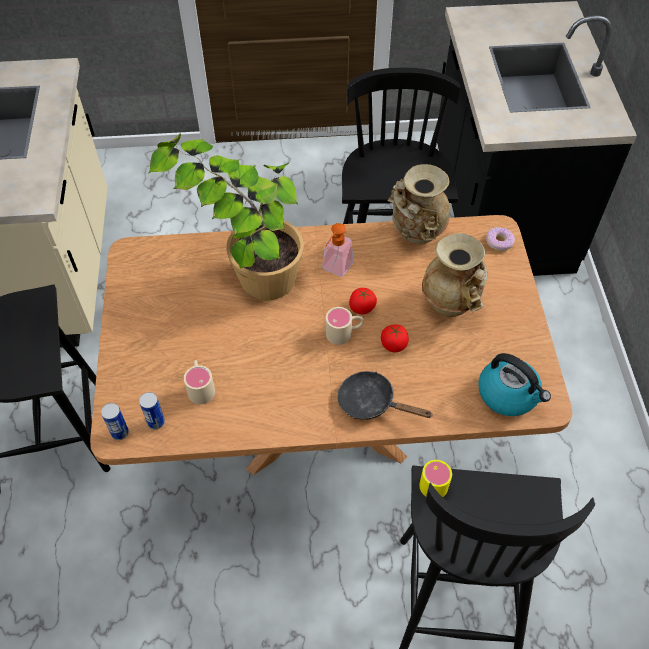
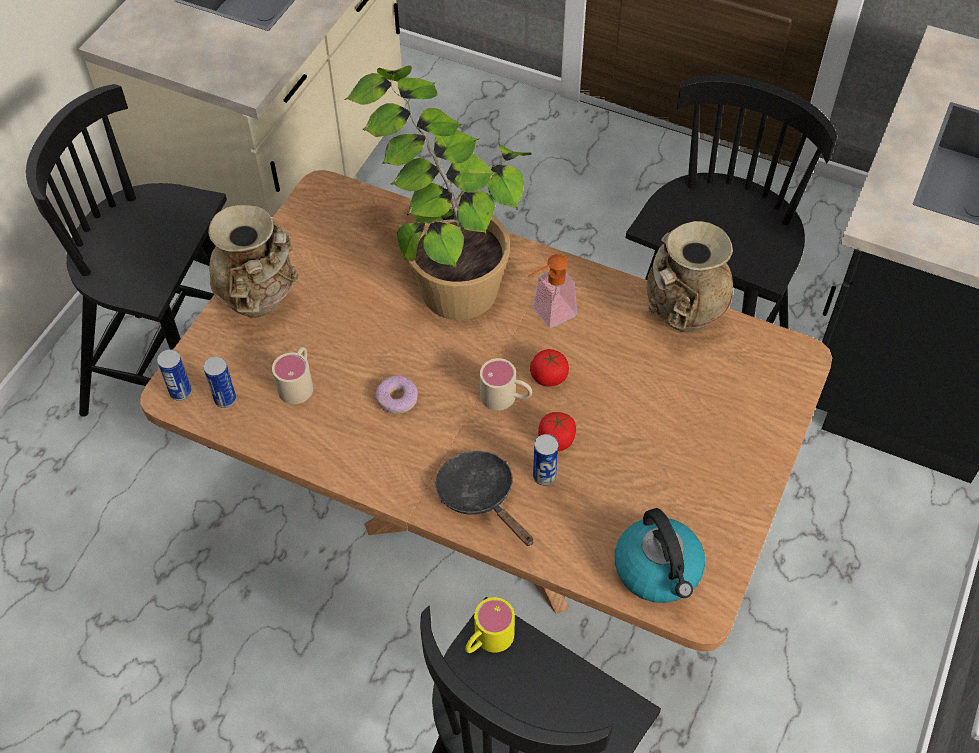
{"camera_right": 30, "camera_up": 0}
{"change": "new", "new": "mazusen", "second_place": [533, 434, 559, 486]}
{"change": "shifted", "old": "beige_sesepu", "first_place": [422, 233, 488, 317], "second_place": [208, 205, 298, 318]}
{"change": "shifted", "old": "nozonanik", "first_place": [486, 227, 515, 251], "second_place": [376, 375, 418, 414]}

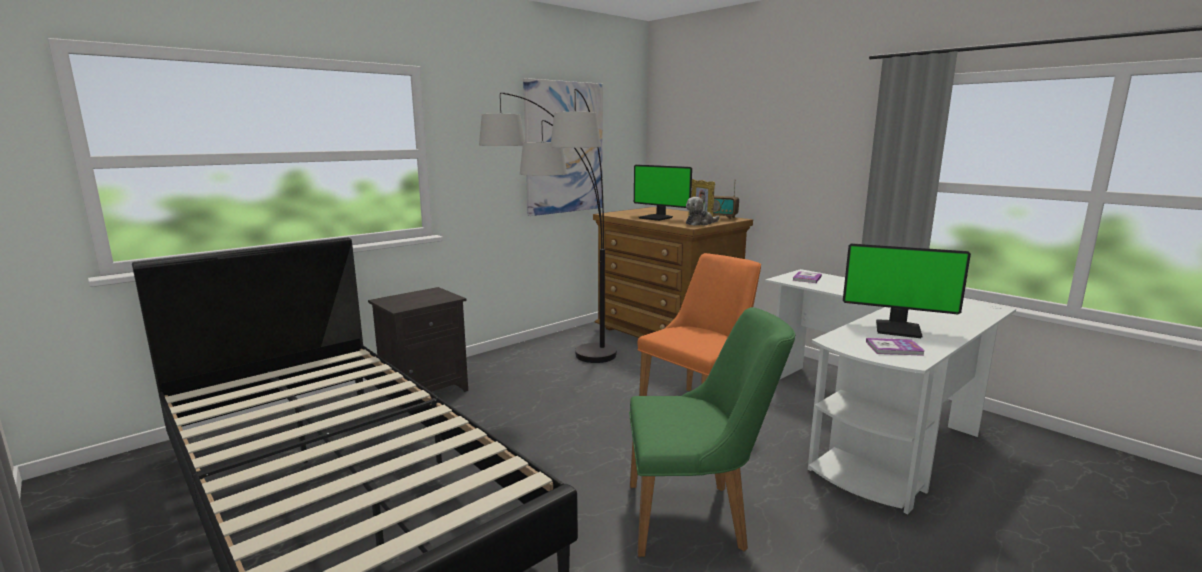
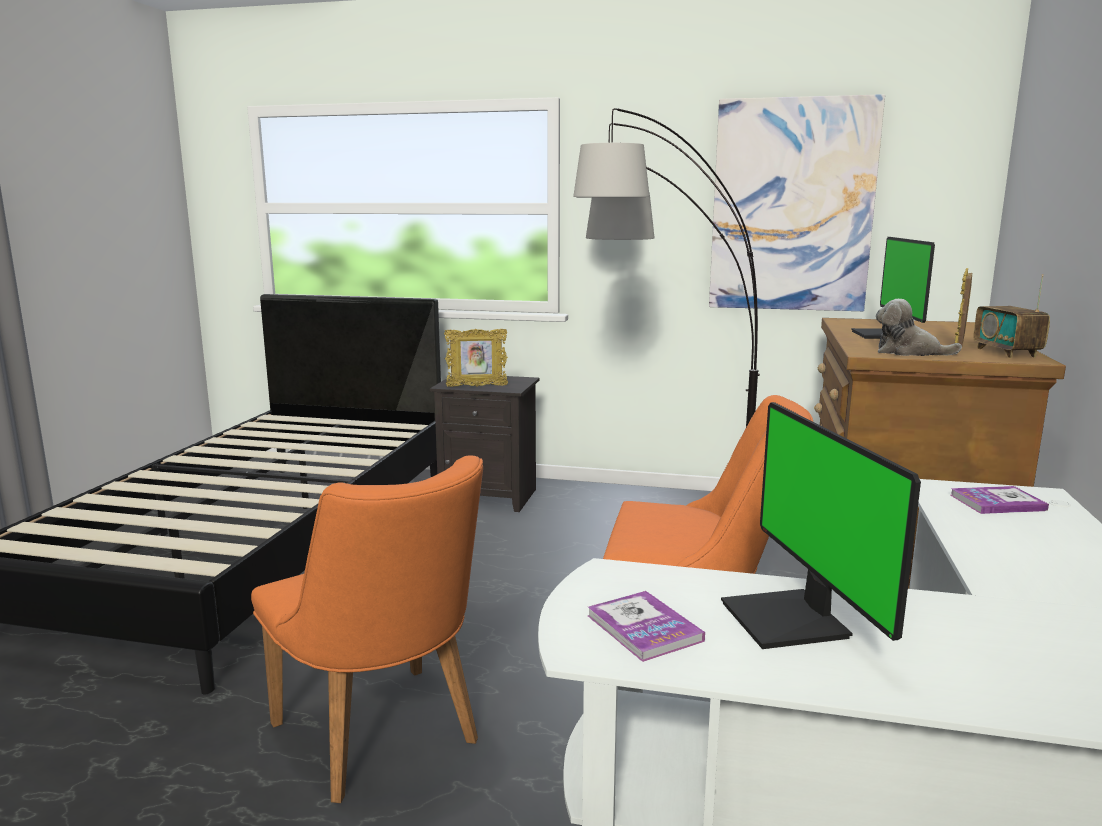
{"camera_right": 55, "camera_up": 0}
{"change": "new", "new": "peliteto", "second_place": [444, 329, 508, 387]}
{"change": "repainted", "old": "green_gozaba", "new": "orange_gozaba", "first_place": [629, 307, 795, 557], "second_place": [251, 455, 483, 803]}

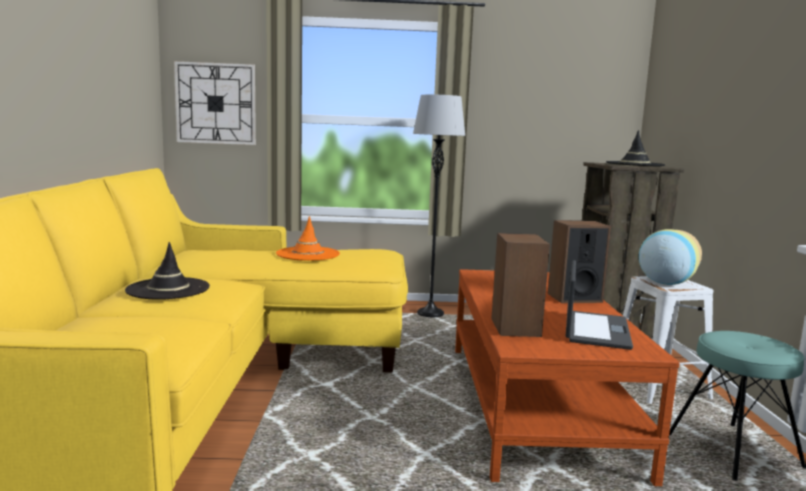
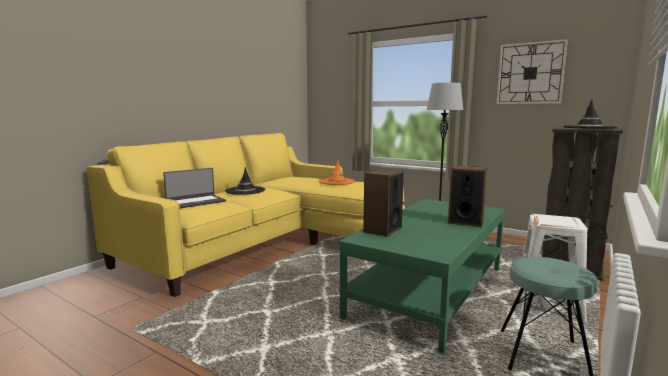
{"camera_right": 35, "camera_up": 0}
{"change": "gone", "old": "sesepu", "first_place": [639, 229, 702, 285]}
{"change": "shifted", "old": "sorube", "first_place": [174, 61, 256, 145], "second_place": [496, 39, 568, 104]}
{"change": "shifted", "old": "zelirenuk", "first_place": [566, 260, 633, 350], "second_place": [163, 168, 226, 208]}
{"change": "repainted", "old": "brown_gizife", "new": "green_gizife", "first_place": [455, 269, 680, 486], "second_place": [339, 199, 505, 354]}

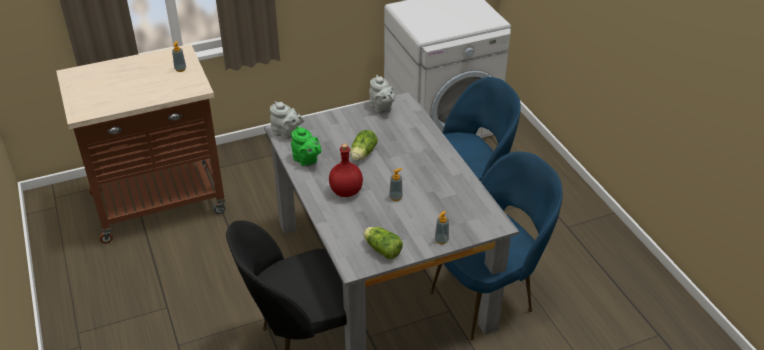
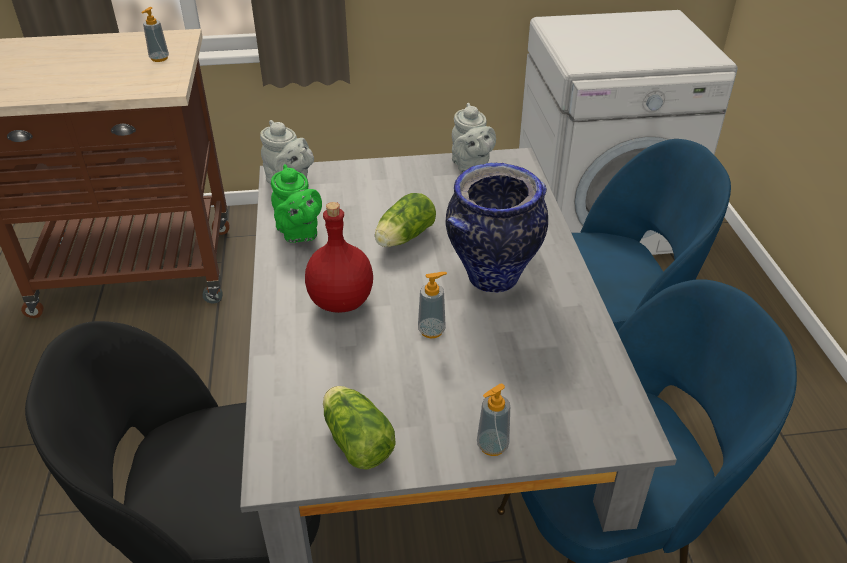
{"camera_right": 15, "camera_up": 0}
{"change": "new", "new": "sesepu", "second_place": [446, 163, 548, 293]}

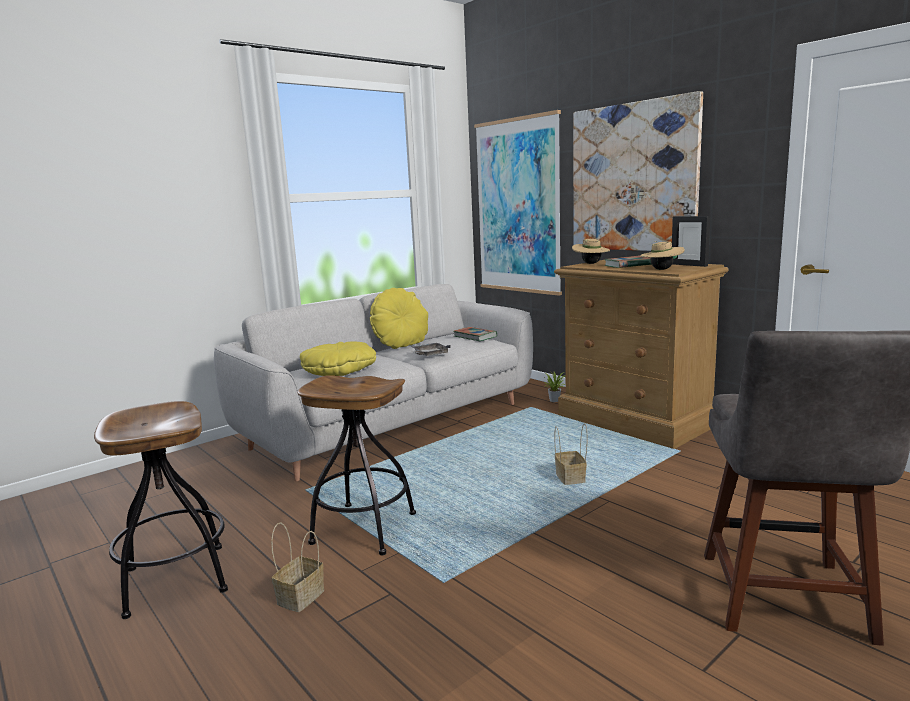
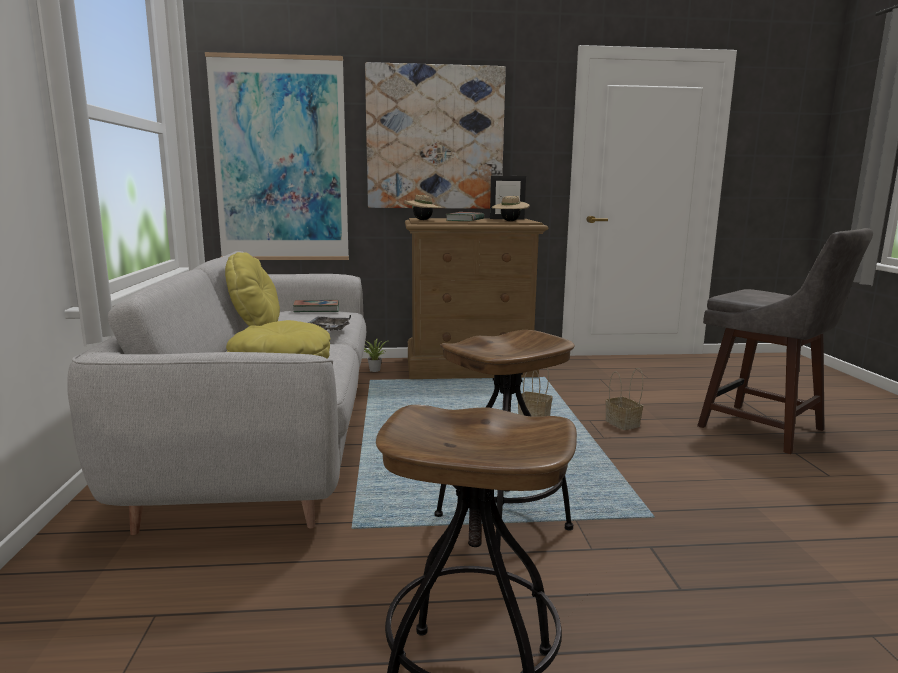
{"camera_right": -55, "camera_up": 0}
{"change": "shifted", "old": "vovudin", "first_place": [271, 522, 324, 612], "second_place": [605, 368, 643, 430]}

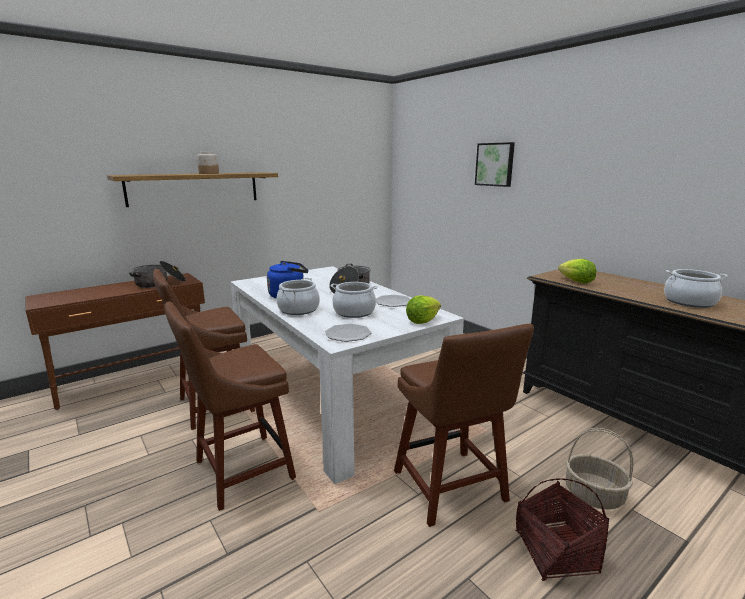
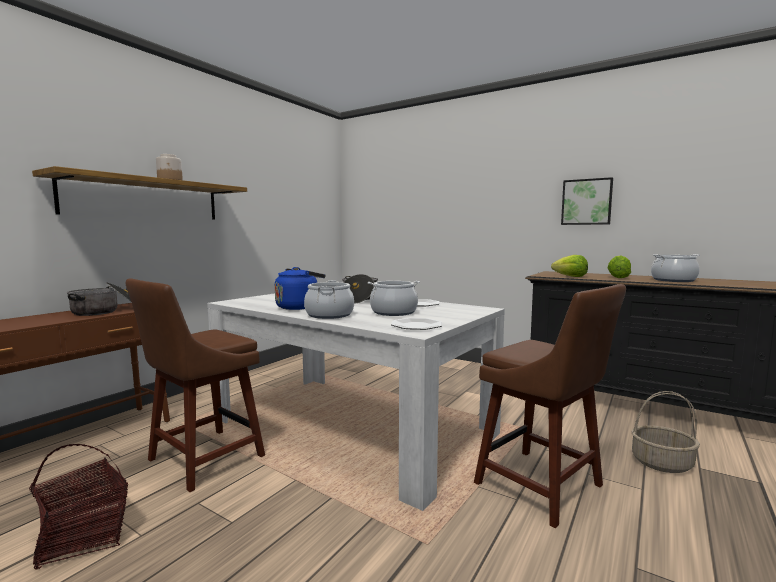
{"camera_right": -20, "camera_up": -10}
{"change": "gone", "old": "brown_gozaba", "first_place": [164, 301, 296, 511]}
{"change": "shifted", "old": "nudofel", "first_place": [406, 296, 441, 324], "second_place": [608, 255, 631, 278]}
{"change": "shifted", "old": "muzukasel", "first_place": [475, 142, 515, 187], "second_place": [561, 177, 613, 225]}
{"change": "shifted", "old": "vovudin", "first_place": [516, 478, 609, 581], "second_place": [29, 444, 128, 570]}

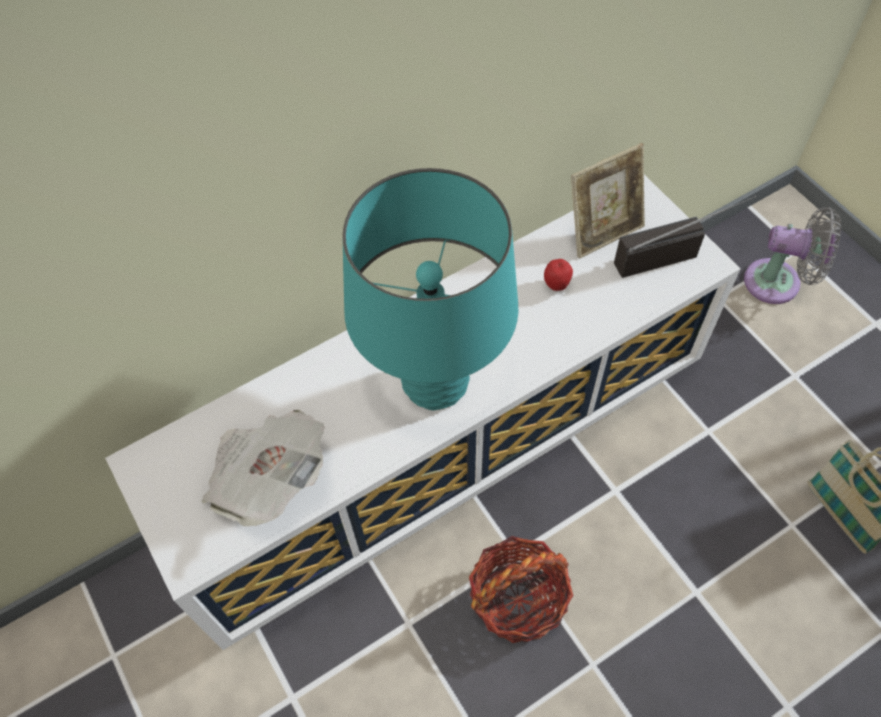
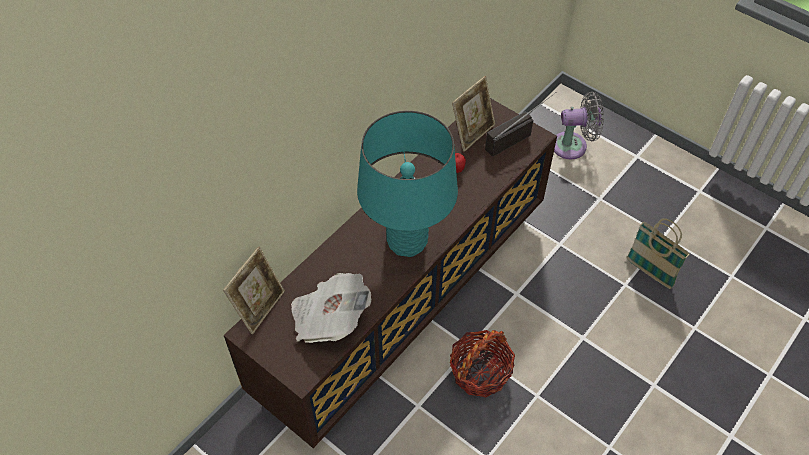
{"camera_right": -20, "camera_up": -5}
{"change": "new", "new": "peliteto", "second_place": [223, 246, 285, 334]}
{"change": "repainted", "old": "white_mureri", "new": "brown_mureri", "first_place": [105, 174, 741, 650], "second_place": [224, 98, 557, 448]}

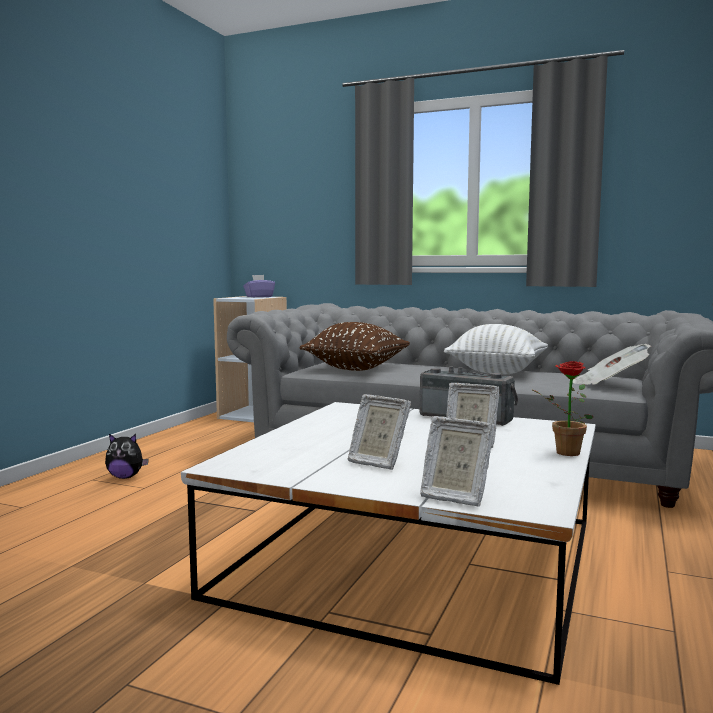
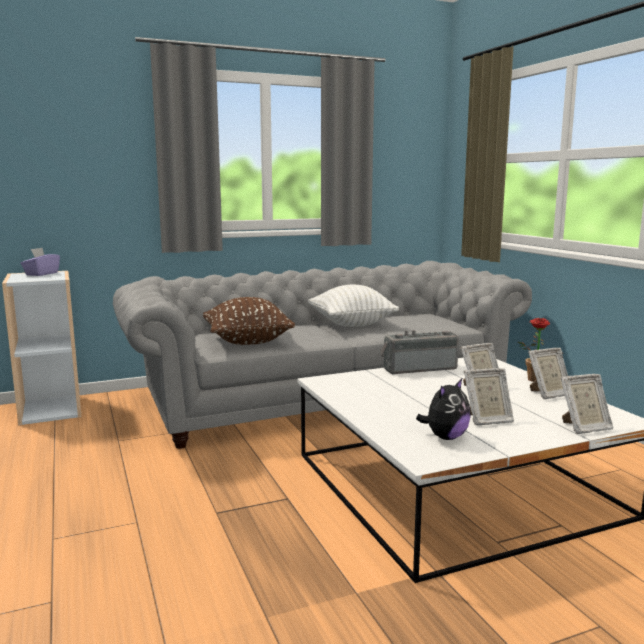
{"camera_right": -45, "camera_up": 5}
{"change": "gone", "old": "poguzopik", "first_place": [572, 344, 651, 385]}
{"change": "new", "new": "peliteto", "second_place": [528, 348, 568, 399]}
{"change": "shifted", "old": "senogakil", "first_place": [105, 434, 149, 479], "second_place": [416, 379, 471, 440]}

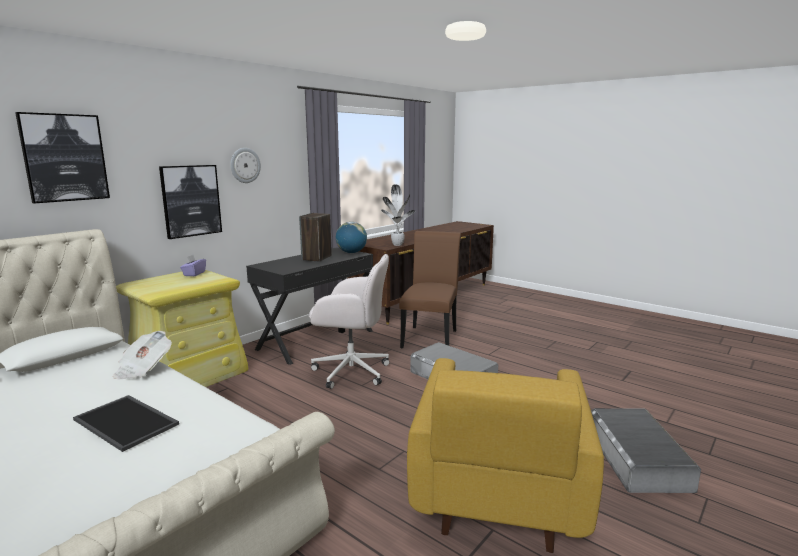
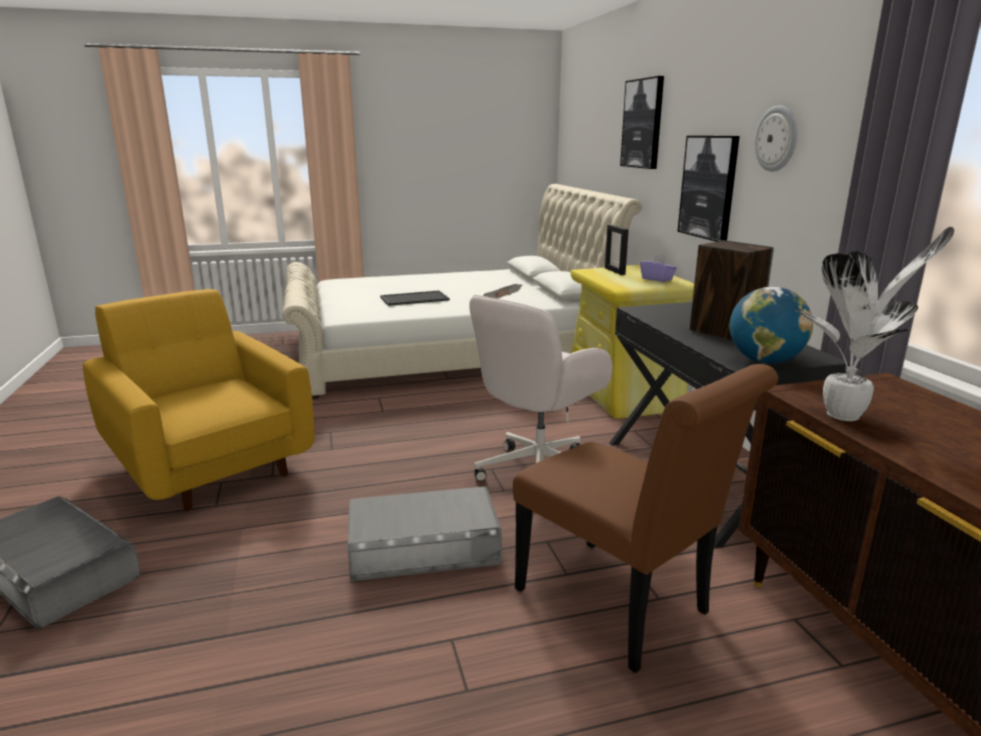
{"camera_right": 125, "camera_up": 5}
{"change": "new", "new": "peliteto", "second_place": [605, 225, 629, 275]}

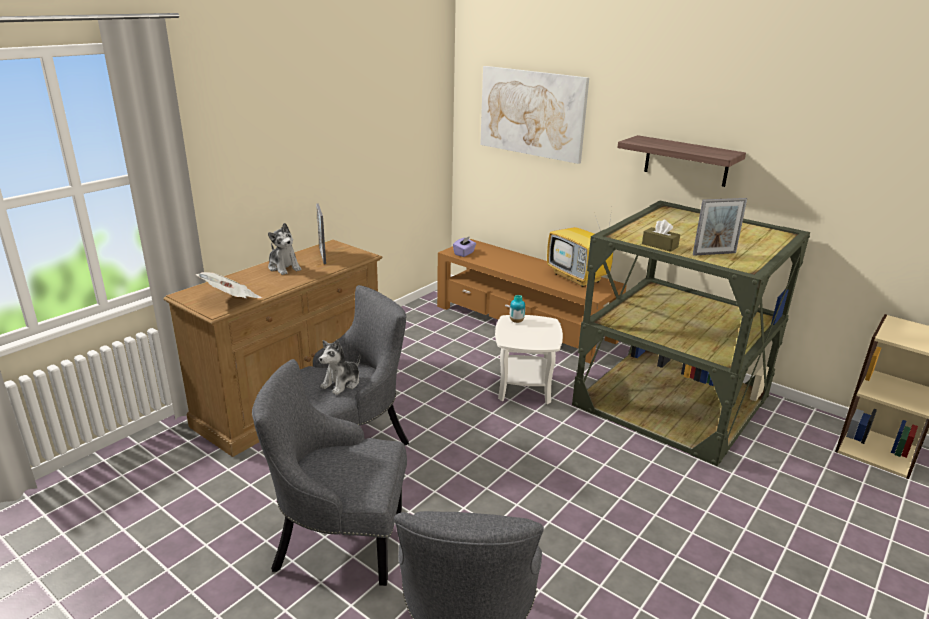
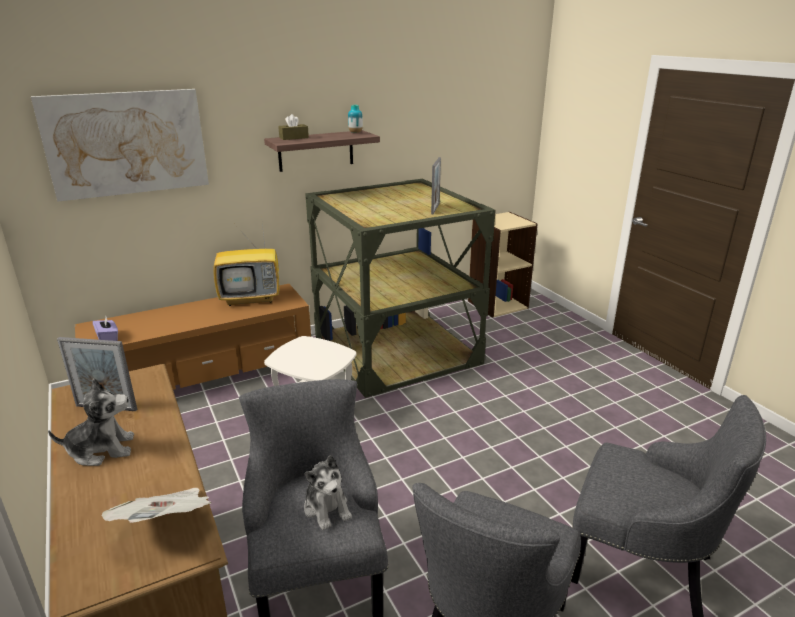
{"camera_right": -65, "camera_up": 0}
{"change": "shifted", "old": "sesepu", "first_place": [510, 295, 525, 323], "second_place": [348, 105, 363, 133]}
{"change": "shifted", "old": "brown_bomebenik", "first_place": [642, 219, 680, 252], "second_place": [278, 114, 309, 140]}

